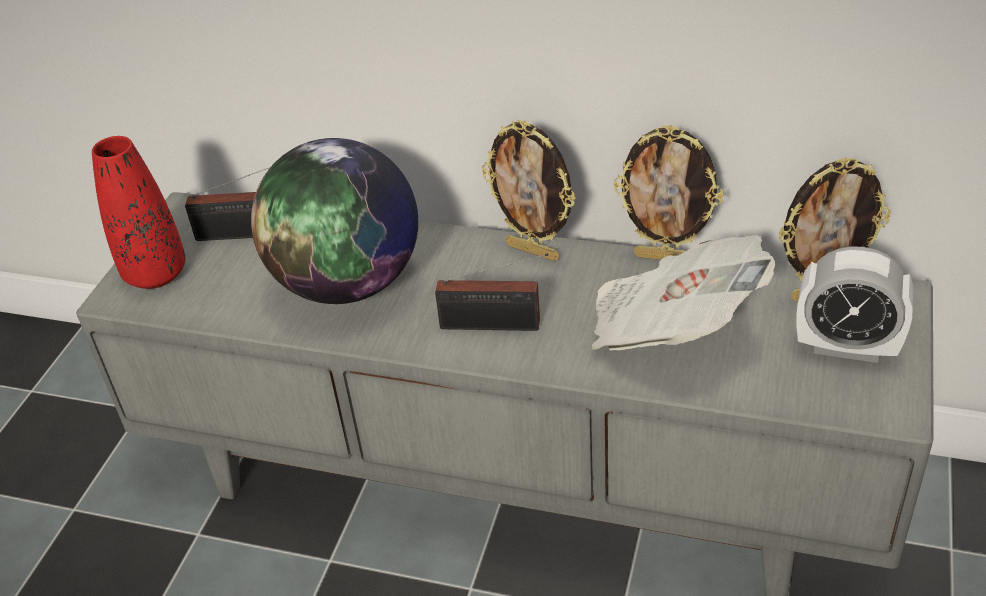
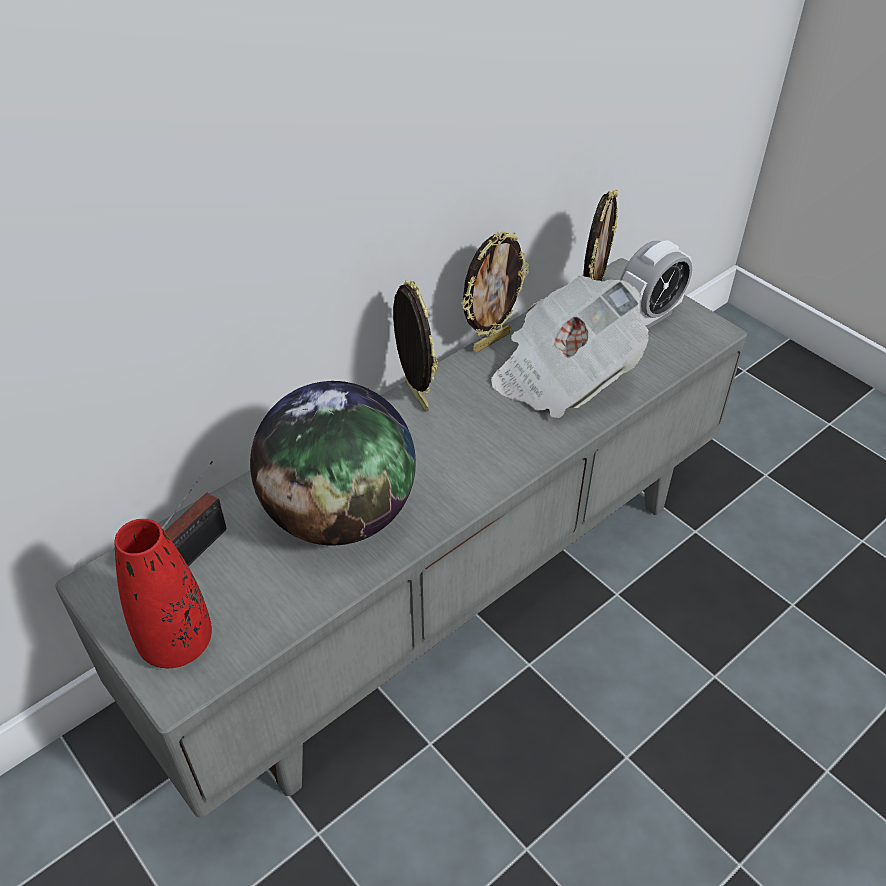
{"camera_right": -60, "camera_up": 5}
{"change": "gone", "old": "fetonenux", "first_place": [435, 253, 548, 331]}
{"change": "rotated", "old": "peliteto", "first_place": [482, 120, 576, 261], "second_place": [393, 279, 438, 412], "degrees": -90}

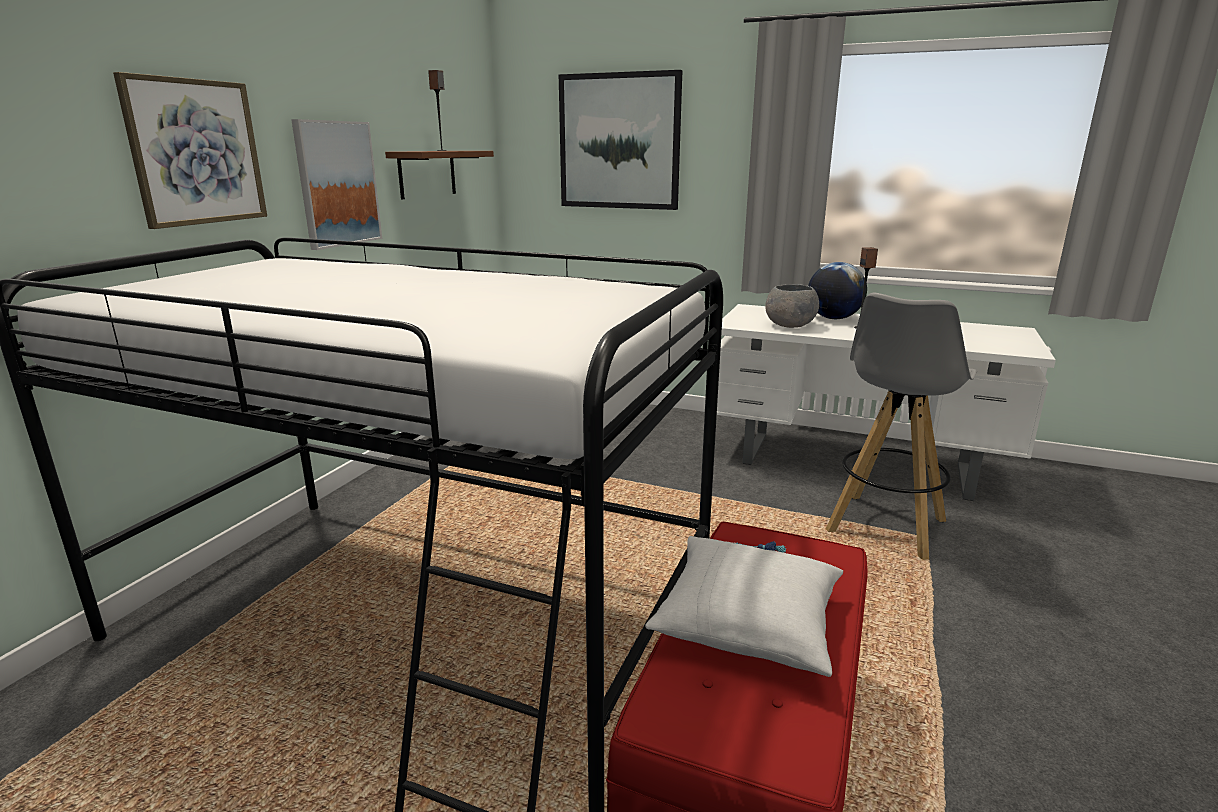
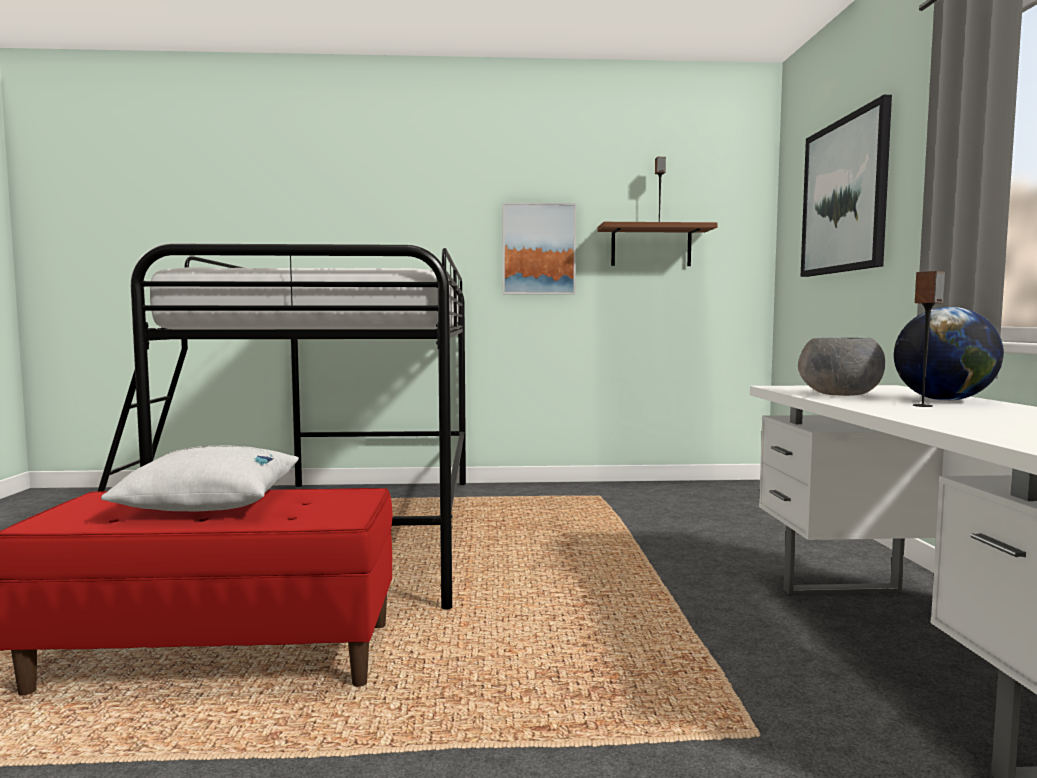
{"camera_right": 65, "camera_up": -15}
{"change": "gone", "old": "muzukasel", "first_place": [113, 72, 267, 229]}
{"change": "gone", "old": "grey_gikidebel", "first_place": [826, 293, 977, 560]}

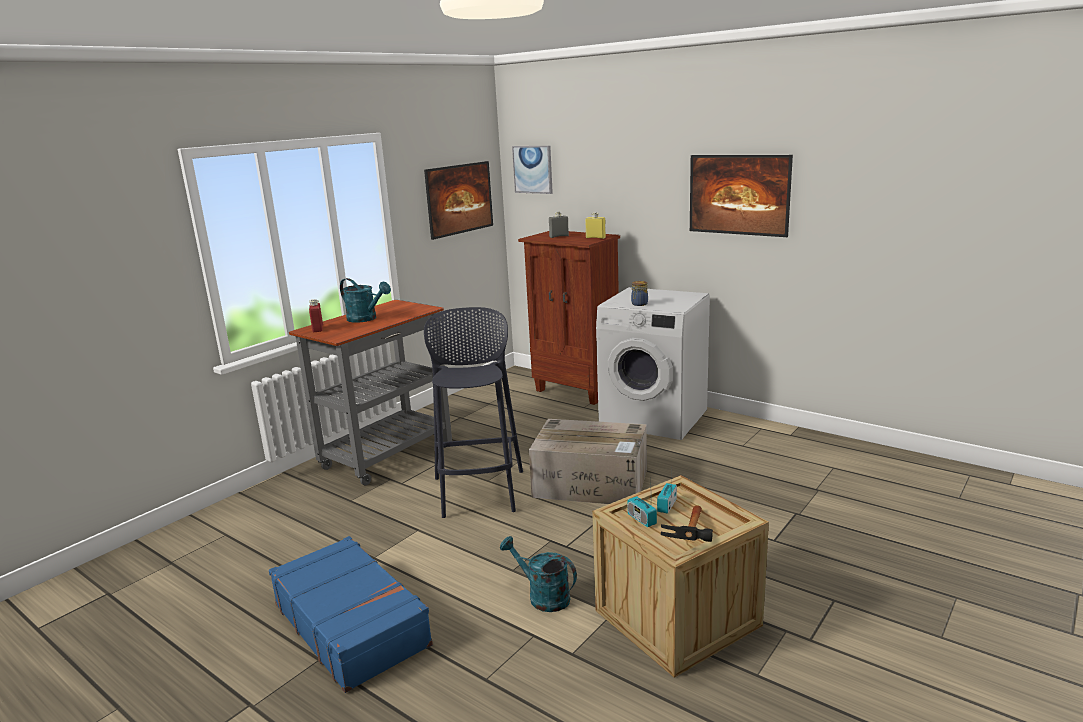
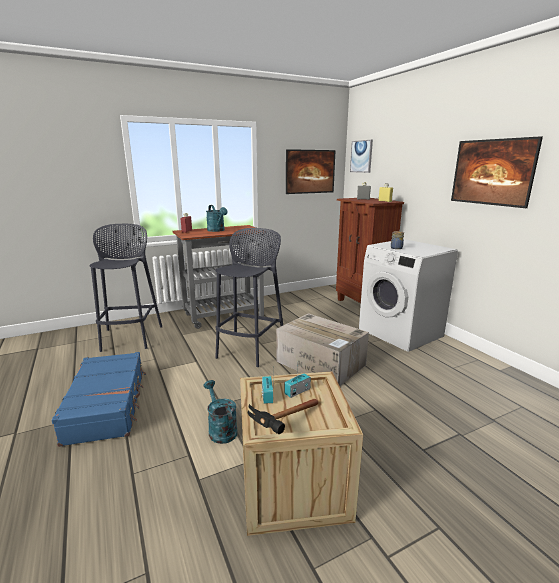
{"camera_right": 25, "camera_up": 0}
{"change": "new", "new": "grey_gikidebel", "second_place": [90, 224, 162, 352]}

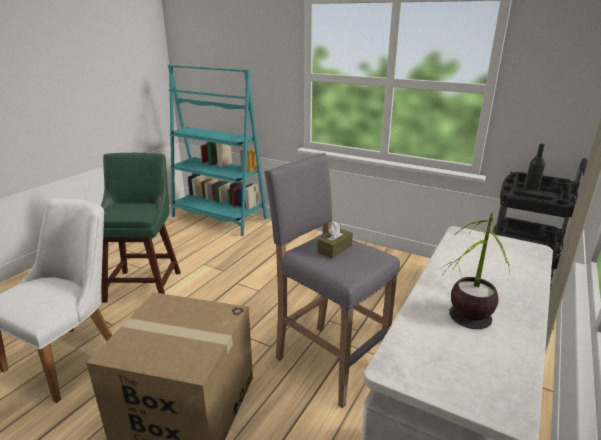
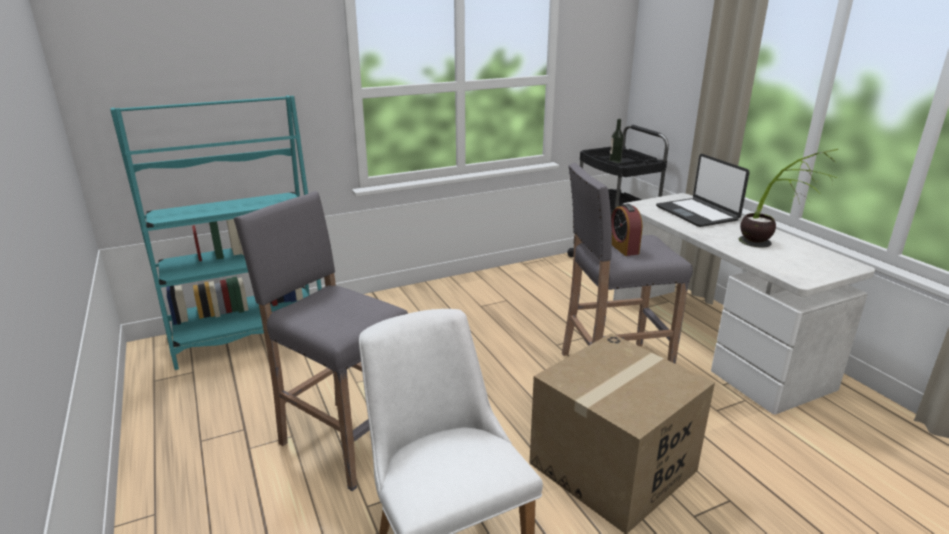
{"camera_right": -55, "camera_up": 0}
{"change": "new", "new": "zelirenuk", "second_place": [656, 154, 750, 227]}
{"change": "swapped", "old": "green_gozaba", "new": "grey_gikidebel", "first_place": [101, 153, 181, 303], "second_place": [234, 191, 408, 491]}
{"change": "swapped", "old": "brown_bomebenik", "new": "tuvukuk", "first_place": [318, 222, 353, 258], "second_place": [611, 204, 642, 256]}

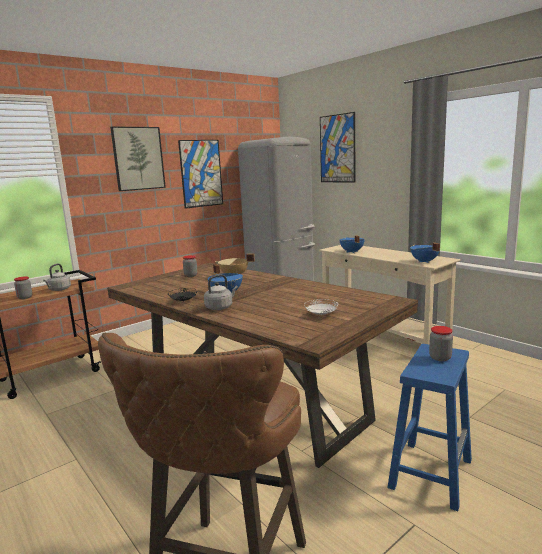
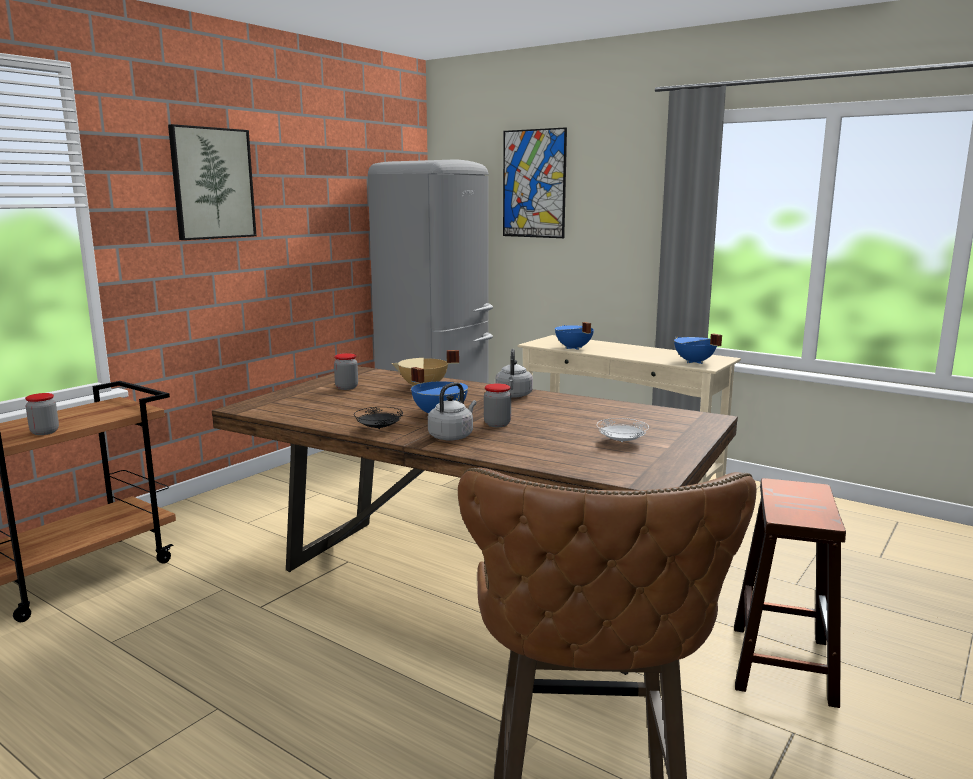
{"camera_right": -15, "camera_up": 0}
{"change": "gone", "old": "muzukasel", "first_place": [178, 140, 223, 209]}
{"change": "shifted", "old": "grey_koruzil", "first_place": [43, 264, 71, 291], "second_place": [495, 349, 533, 397]}
{"change": "shifted", "old": "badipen", "first_place": [429, 326, 453, 361], "second_place": [484, 384, 511, 427]}
{"change": "repainted", "old": "blue_gikidebel", "new": "brown_gikidebel", "first_place": [387, 344, 472, 511], "second_place": [734, 478, 846, 708]}

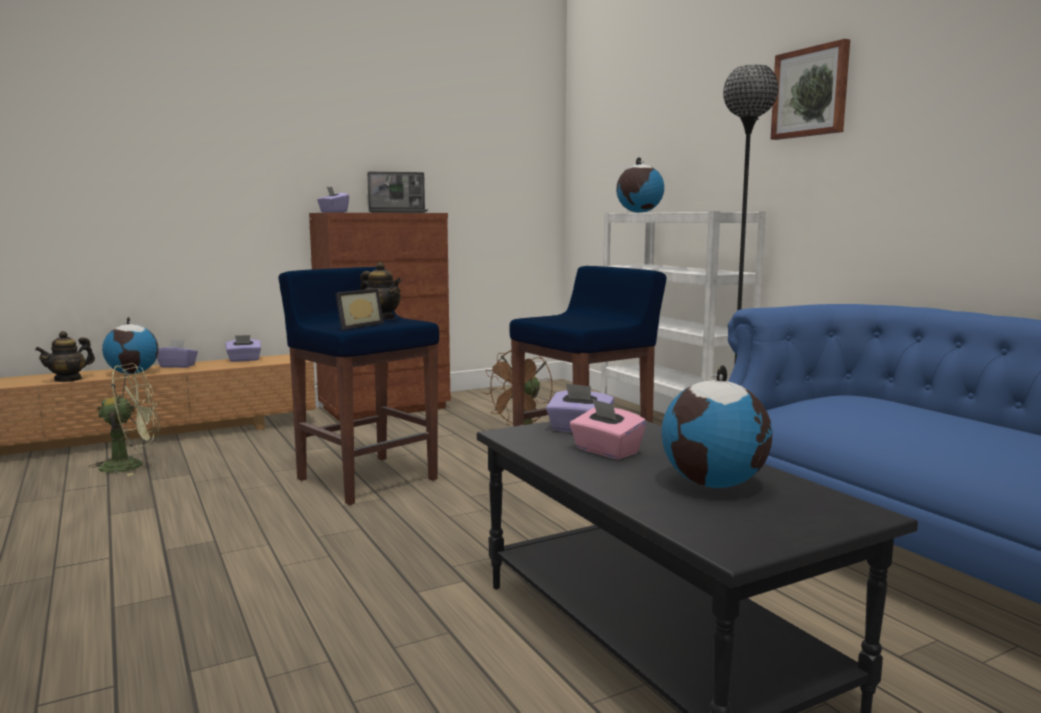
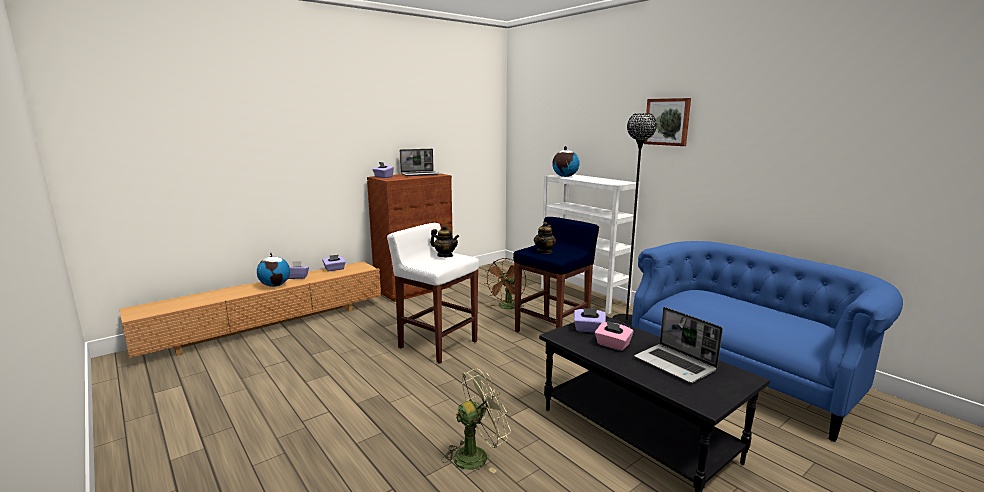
{"camera_right": -10, "camera_up": 5}
{"change": "gone", "old": "peliteto", "first_place": [335, 288, 384, 330]}
{"change": "shifted", "old": "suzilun", "first_place": [35, 331, 95, 382], "second_place": [534, 222, 556, 254]}
{"change": "shifted", "old": "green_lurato", "first_place": [90, 363, 160, 476], "second_place": [442, 368, 511, 473]}
{"change": "swapped", "old": "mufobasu", "new": "zelirenuk", "first_place": [661, 365, 772, 488], "second_place": [634, 307, 723, 383]}
{"change": "repainted", "old": "blue_gikidebel", "new": "white_gikidebel", "first_place": [278, 267, 439, 505], "second_place": [387, 223, 479, 364]}

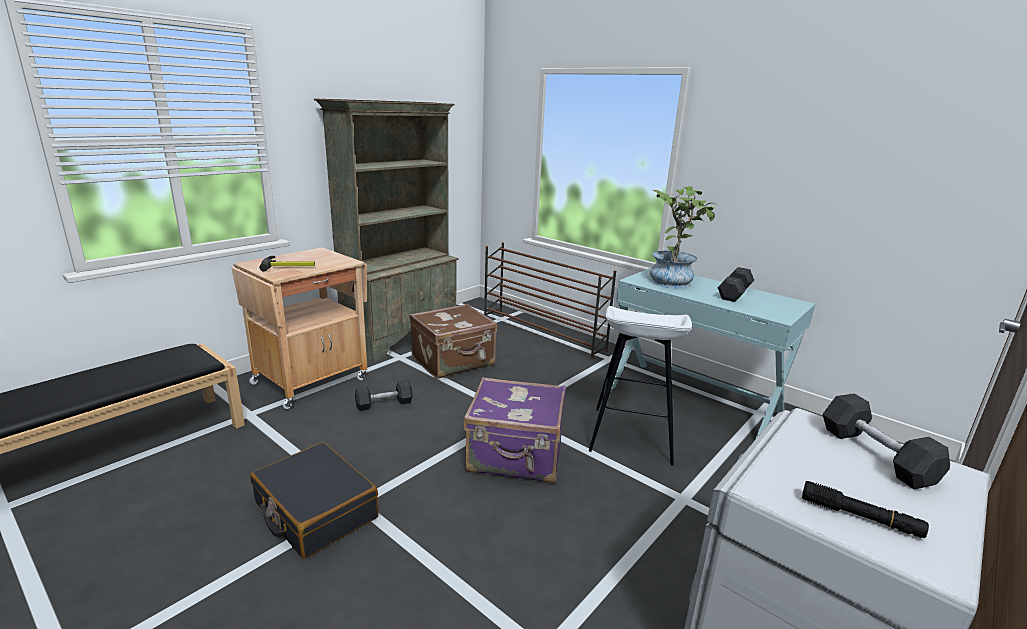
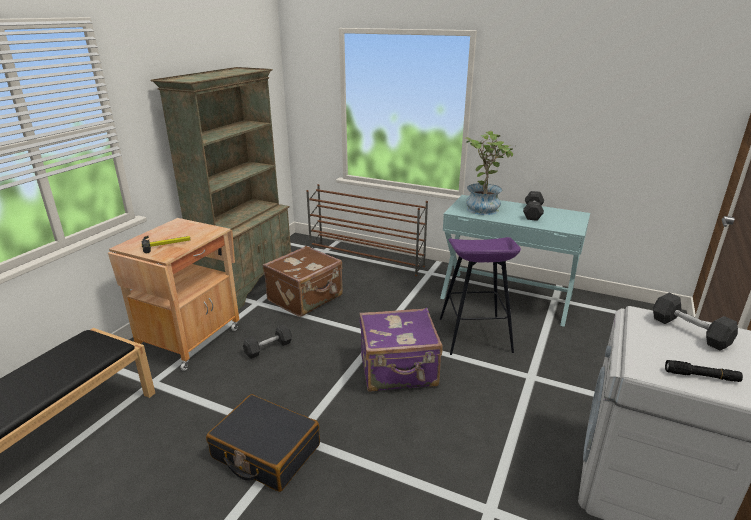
{"camera_right": -15, "camera_up": 5}
{"change": "repainted", "old": "white_gikidebel", "new": "purple_gikidebel", "first_place": [589, 306, 692, 466], "second_place": [440, 237, 521, 355]}

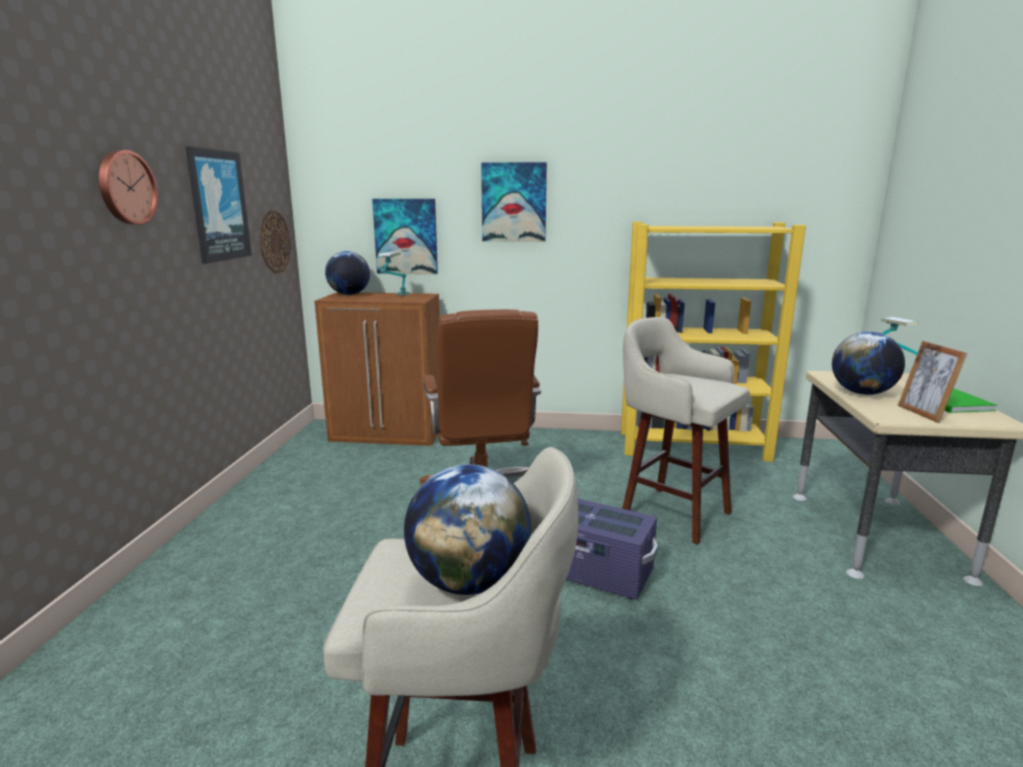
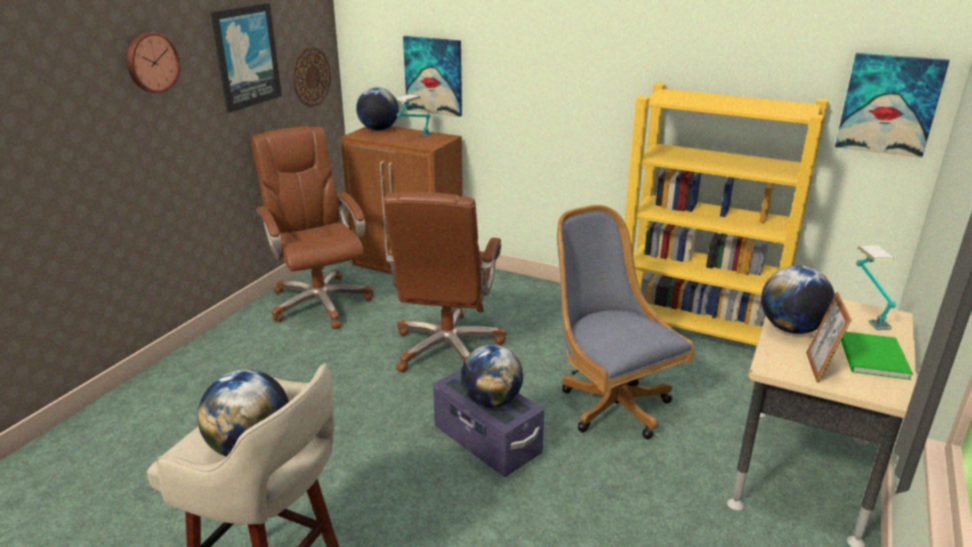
{"camera_right": 20, "camera_up": 10}
{"change": "new", "new": "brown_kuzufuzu", "second_place": [251, 126, 374, 329]}
{"change": "new", "new": "mufobasu", "second_place": [461, 344, 523, 408]}
{"change": "shifted", "old": "muzukasel", "first_place": [481, 162, 547, 242], "second_place": [835, 53, 950, 158]}
{"change": "swapped", "old": "beige_gikidebel", "new": "blue_kuzufuzu", "first_place": [622, 317, 750, 544], "second_place": [557, 205, 694, 439]}

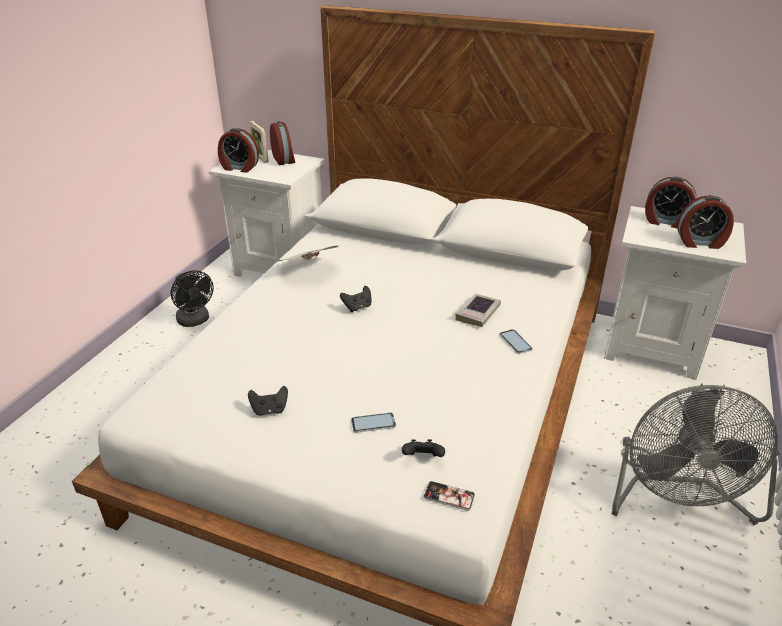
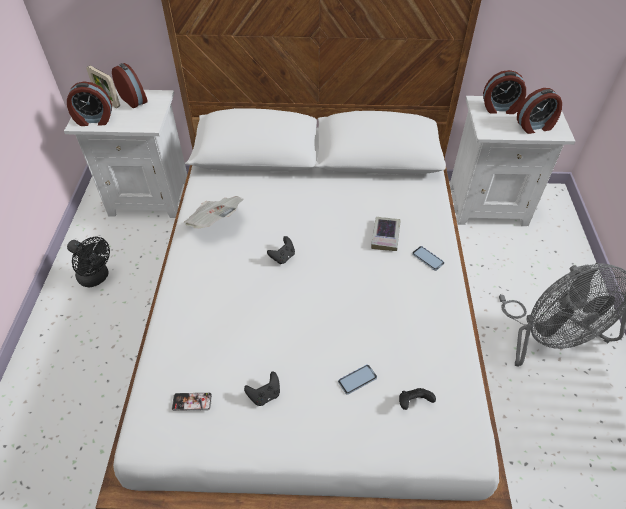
{"camera_right": -20, "camera_up": 15}
{"change": "shifted", "old": "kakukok", "first_place": [423, 481, 475, 511], "second_place": [172, 393, 212, 411]}

